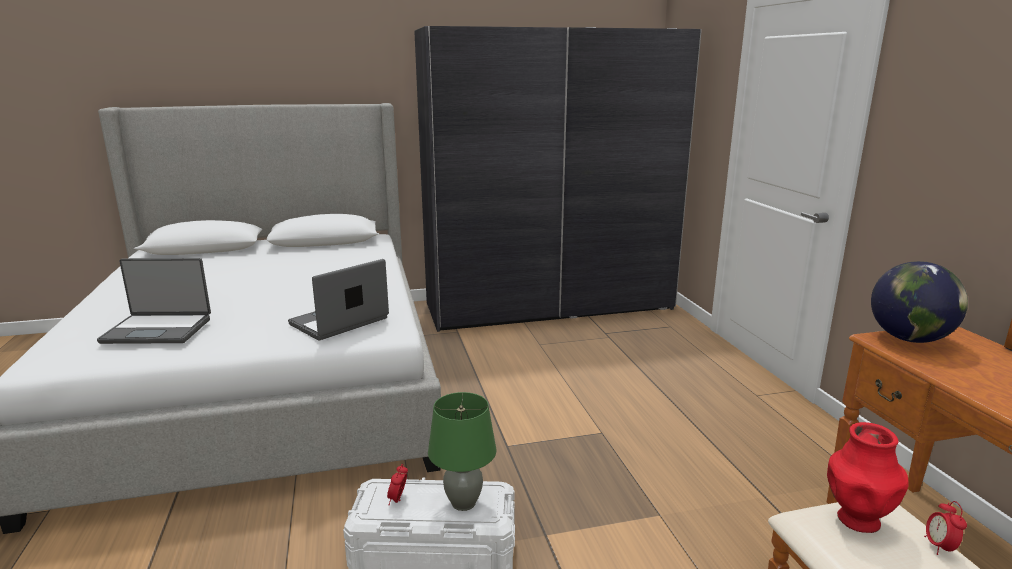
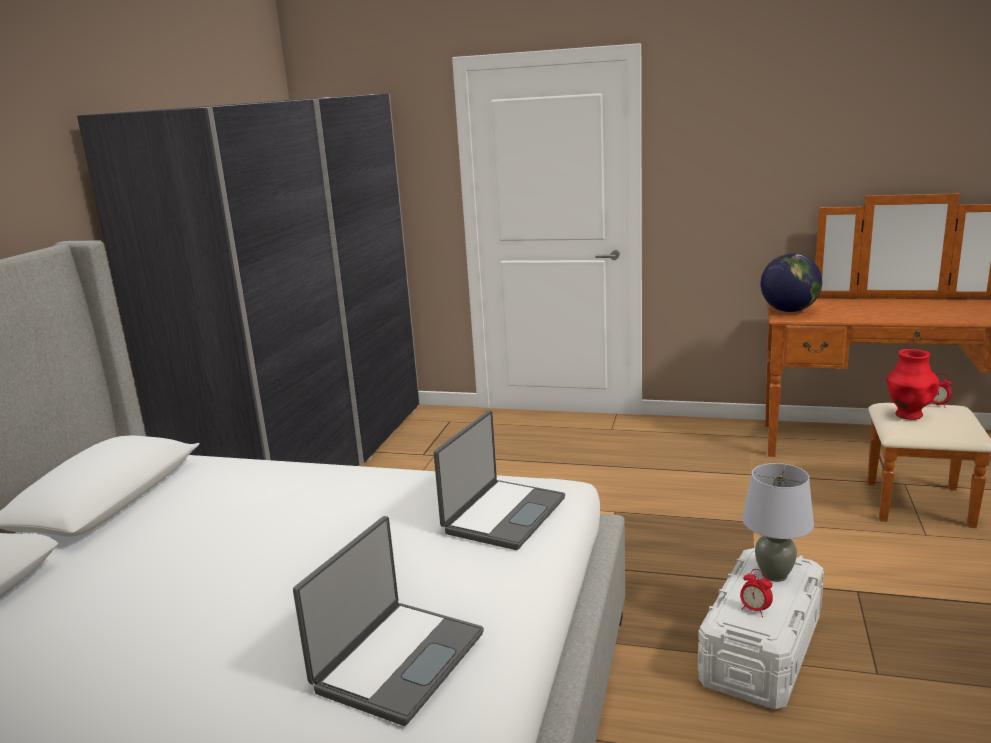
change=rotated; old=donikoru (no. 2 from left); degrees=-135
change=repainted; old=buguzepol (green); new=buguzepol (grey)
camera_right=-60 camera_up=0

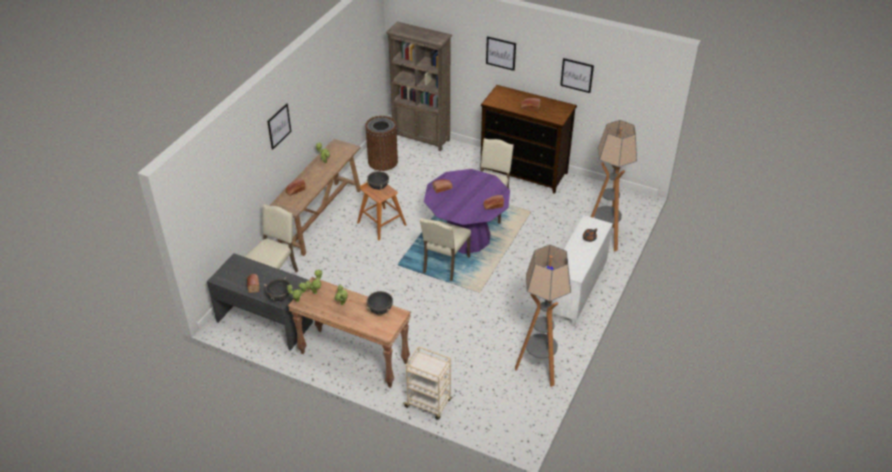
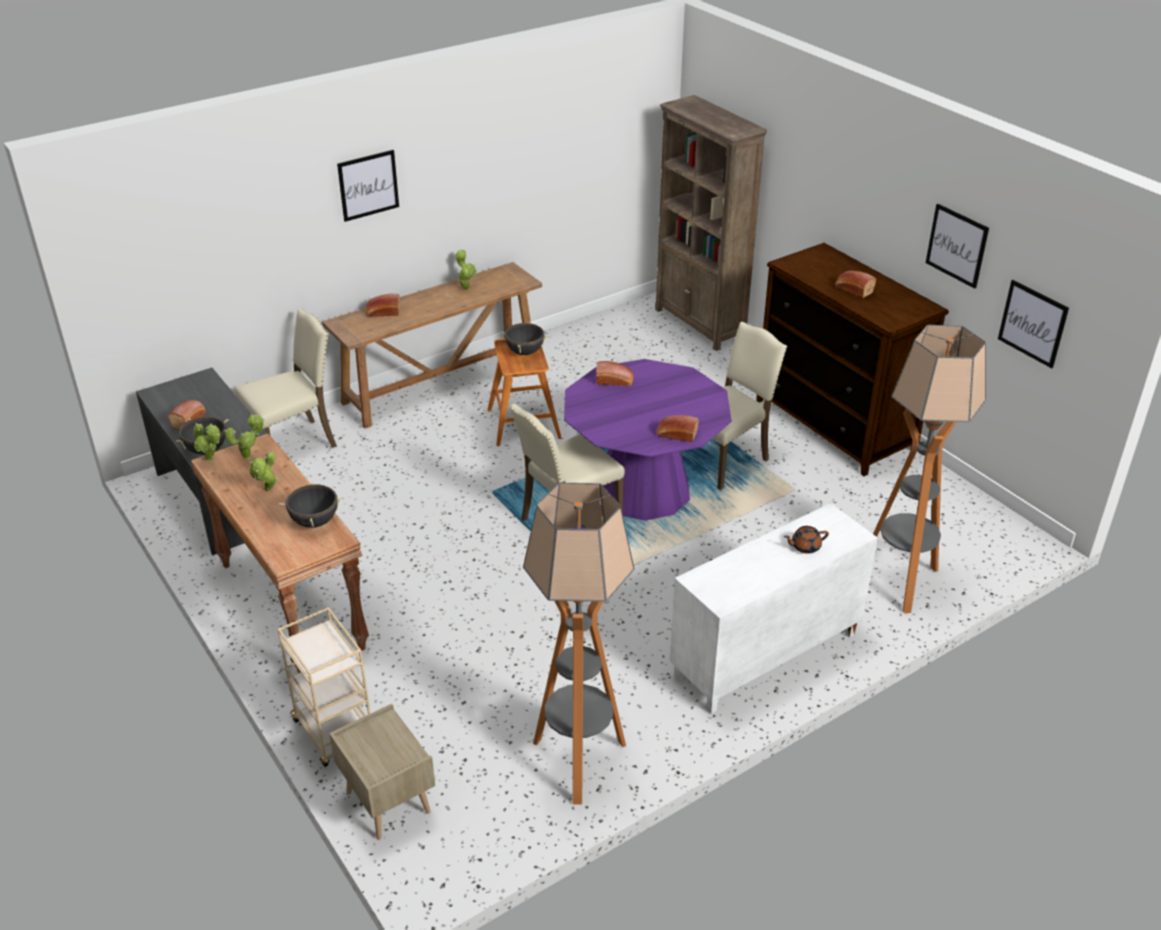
change=gone; old=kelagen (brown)
change=shifted; old=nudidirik (no. 2 from left in the first image); new=nudidirik (no. 3 from left)
change=new; new=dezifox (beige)
camera_right=30 camera_up=-5

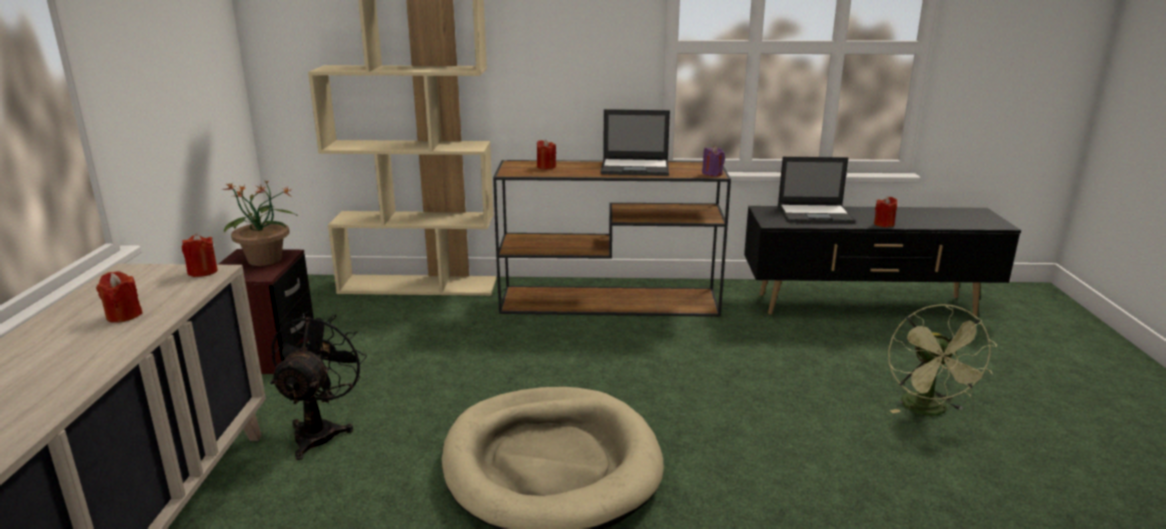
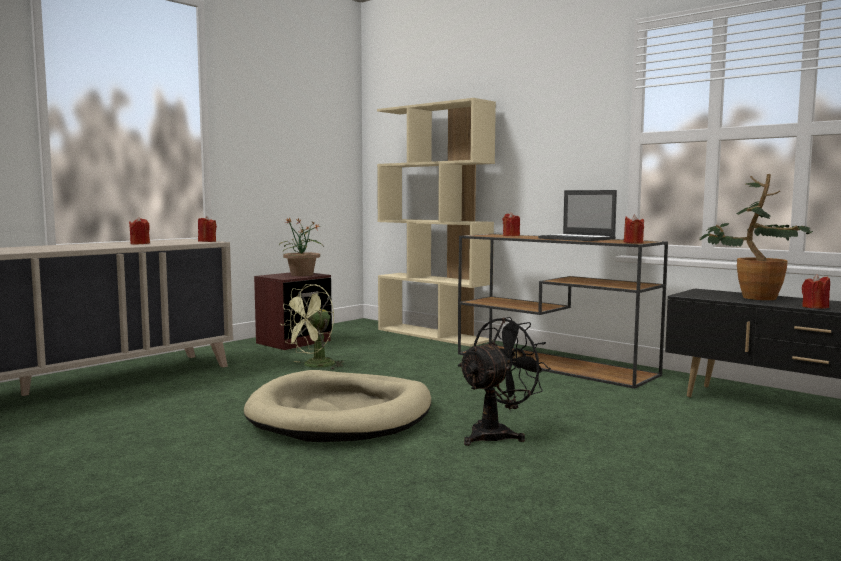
change=shifted; old=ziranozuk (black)
change=repainted; old=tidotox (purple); new=tidotox (red) (no. 4 from left)
change=swapped; old=donikoru (no. 2 from left); new=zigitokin (no. 2 from left)
change=shifted; old=ziranozuk (green)
camera_right=40 camera_up=-15

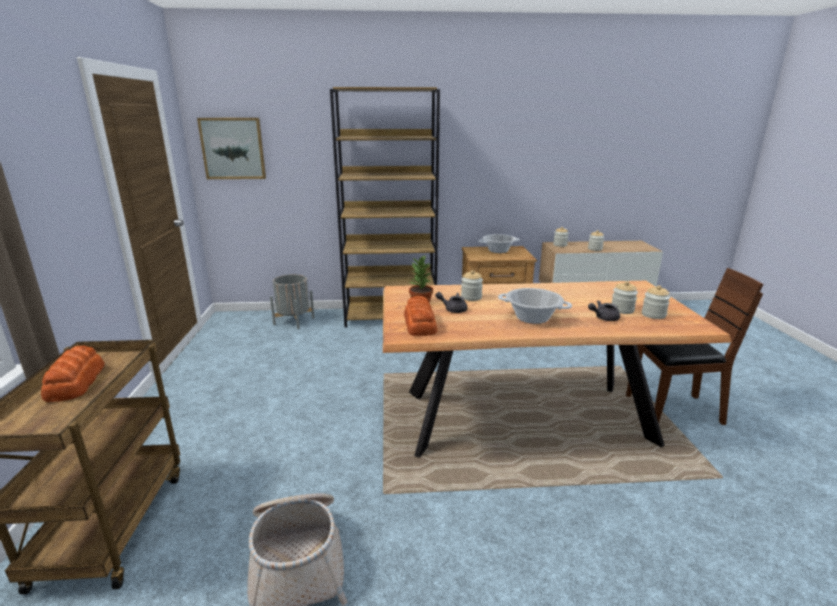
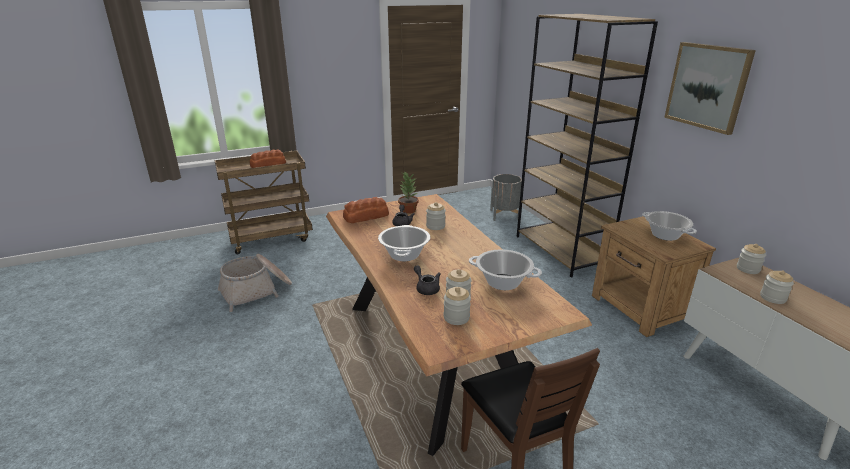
change=shifted; old=nudidirik
change=new; new=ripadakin (no. 2 from left)
camera_right=70 camera_up=5

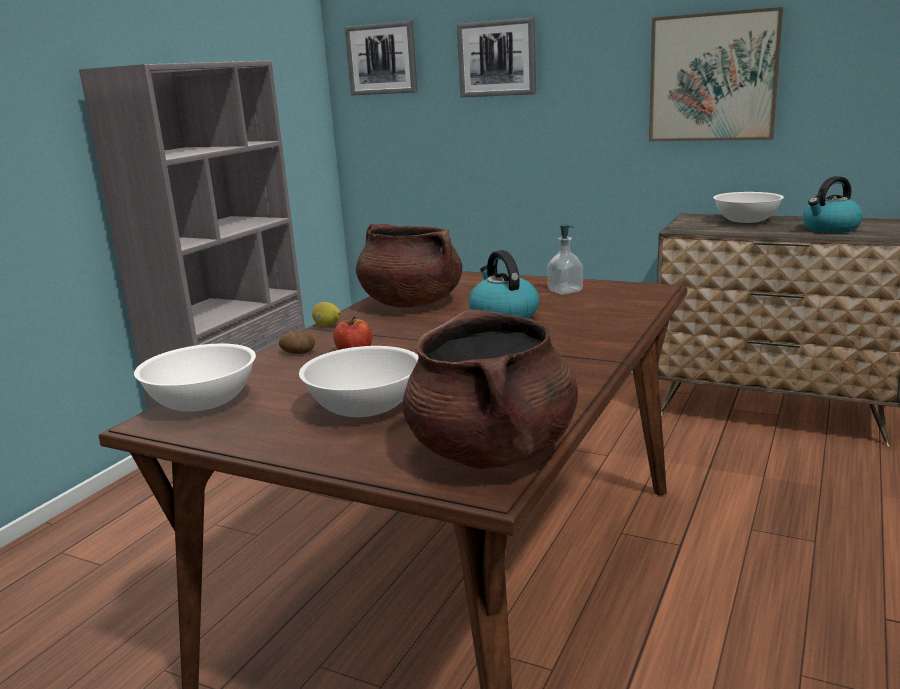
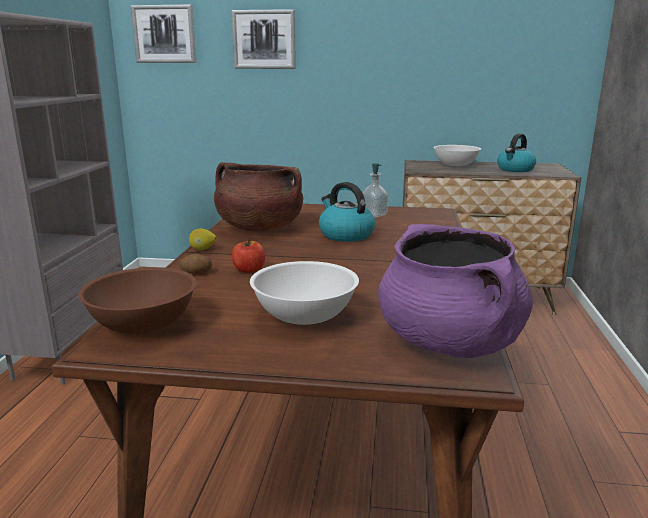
change=repainted; old=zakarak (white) (no. 1 from left); new=zakarak (brown)
change=repainted; old=ripadakin (brown) (no. 2 from left); new=ripadakin (purple)
change=gone; old=nudidirik (no. 3 from left)
camera_right=-20 camera_up=0

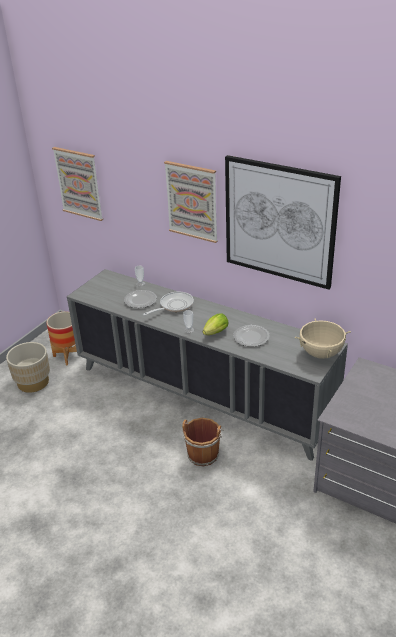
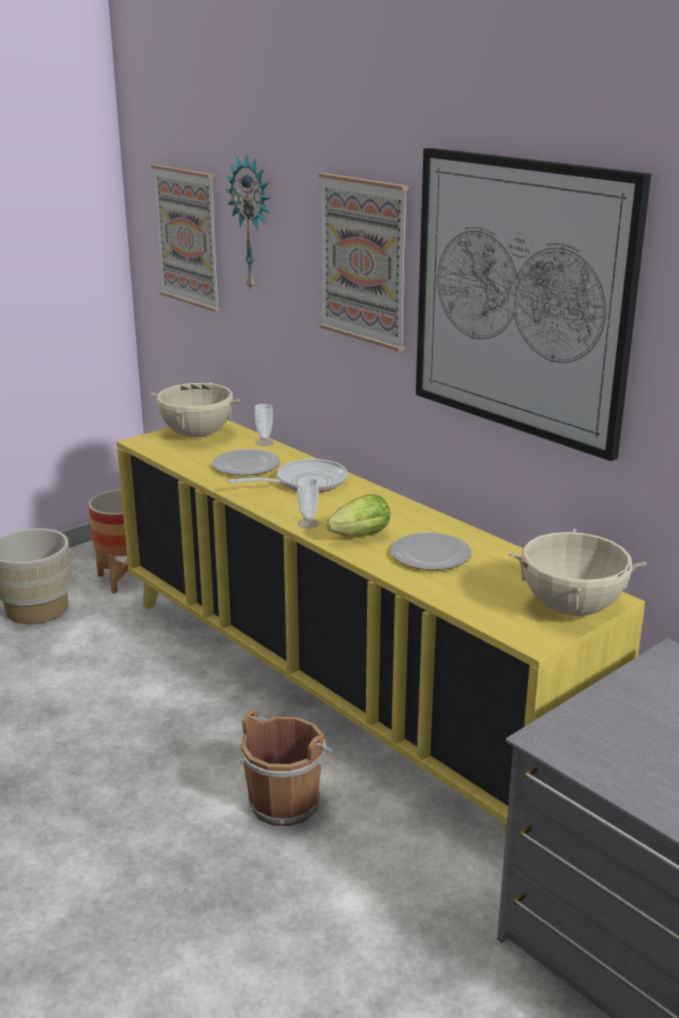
change=repainted; old=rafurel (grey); new=rafurel (yellow)
change=new; new=ripadakin (beige) (no. 1 from left)
change=new; new=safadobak
camera_right=15 camera_up=-10

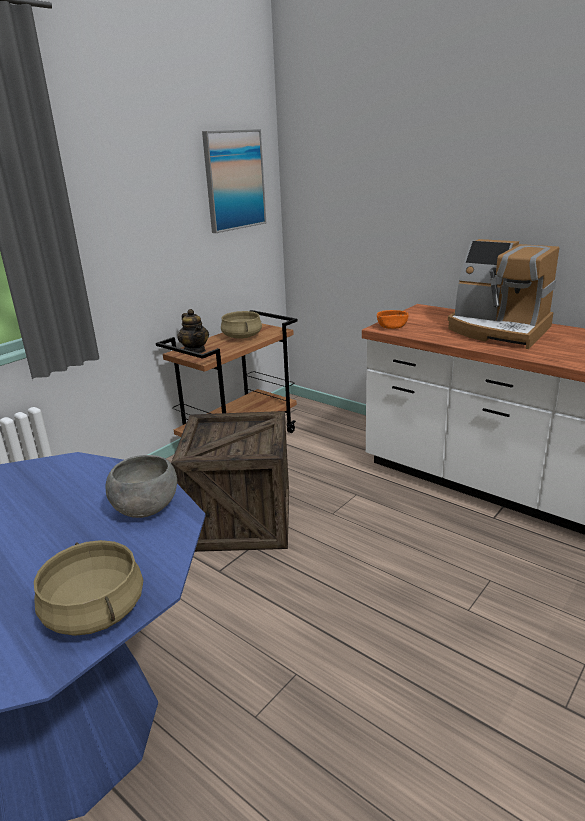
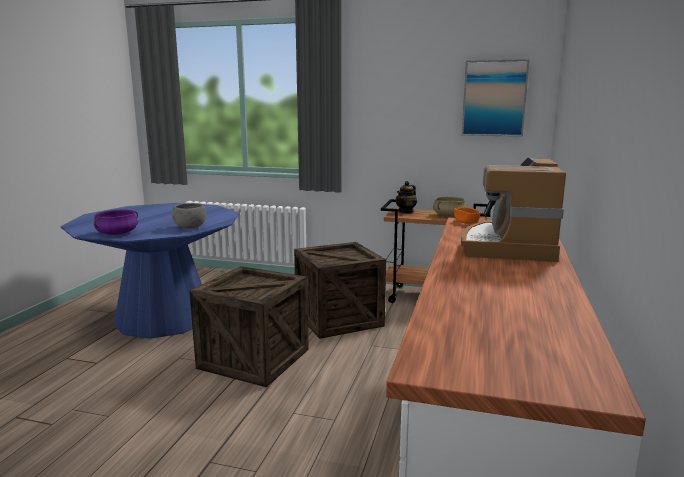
change=repainted; old=ripadakin (beige) (no. 1 from left); new=ripadakin (purple)
change=new; new=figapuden (no. 1 from left)
camera_right=65 camera_up=-10

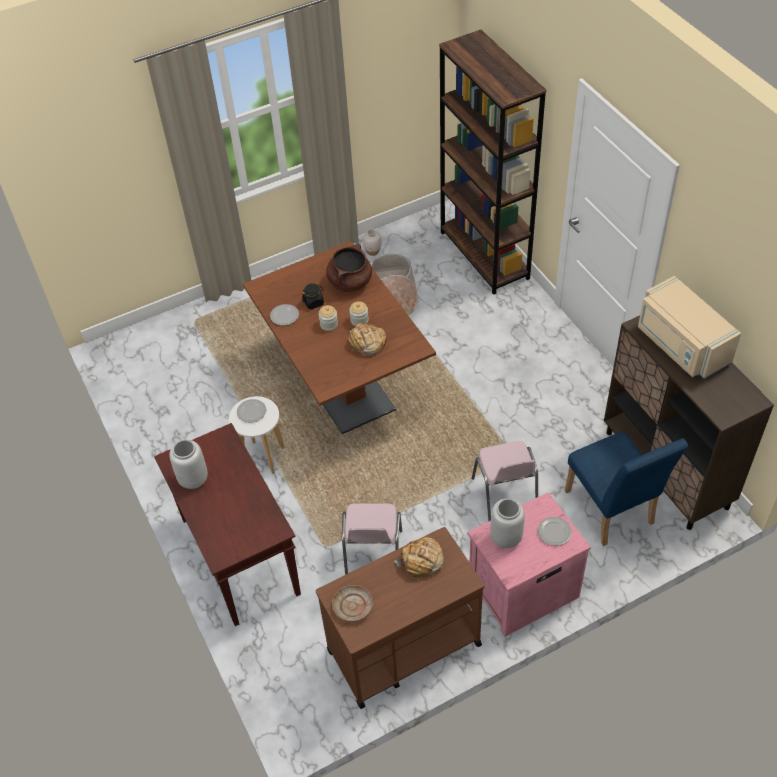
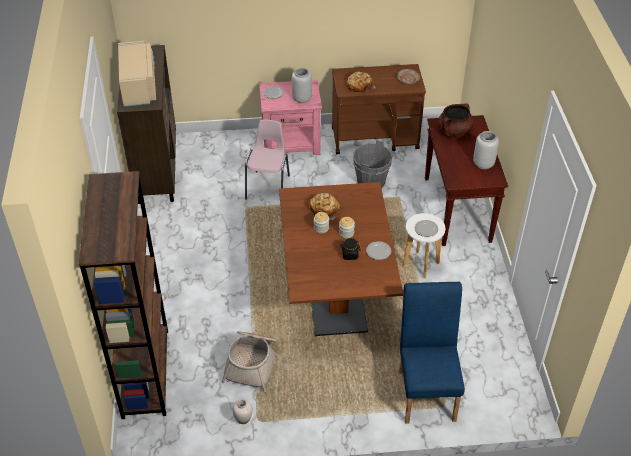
change=shifted; old=ripadakin (brown)
change=swapped; old=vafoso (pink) (no. 1 from left); new=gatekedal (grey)
change=shifted; old=vafoso (blue)
camera_right=-160 camera_up=-5

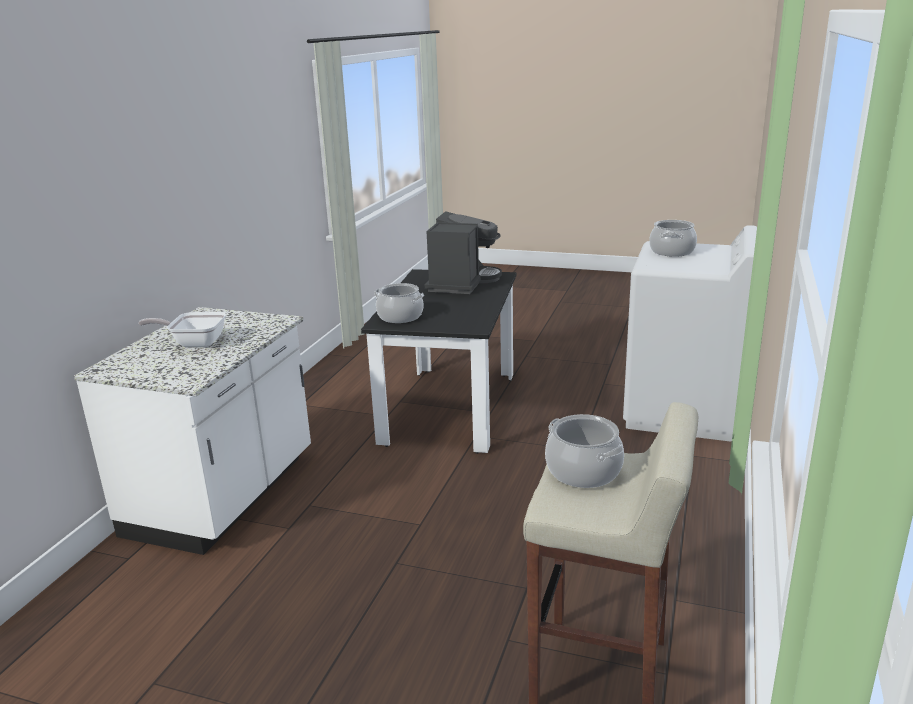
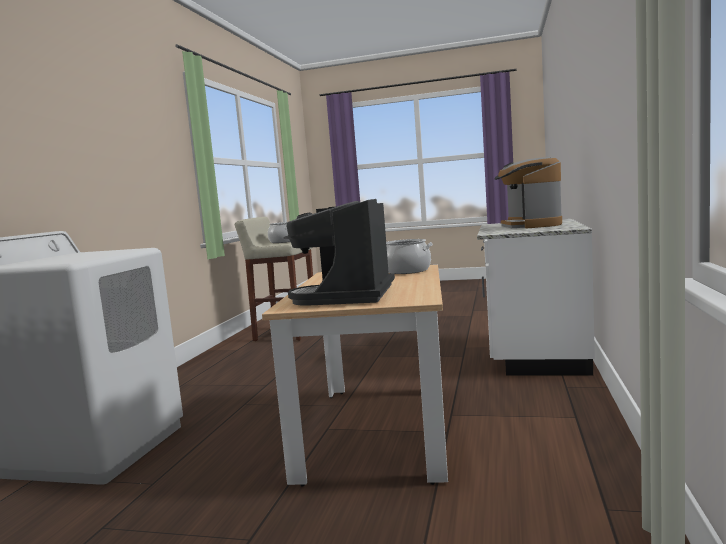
change=swapped; old=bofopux; new=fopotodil (no. 2 from left)
change=repainted; old=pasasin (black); new=pasasin (beige)
change=gone; old=ripadakin (no. 3 from left)
camera_right=175 camera_up=-15

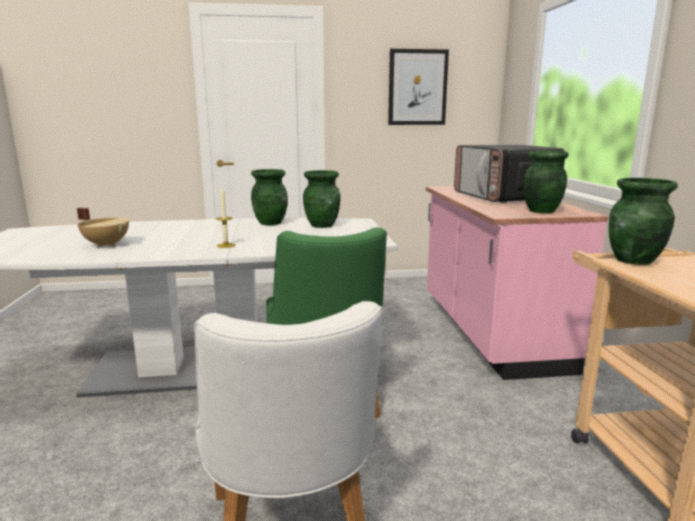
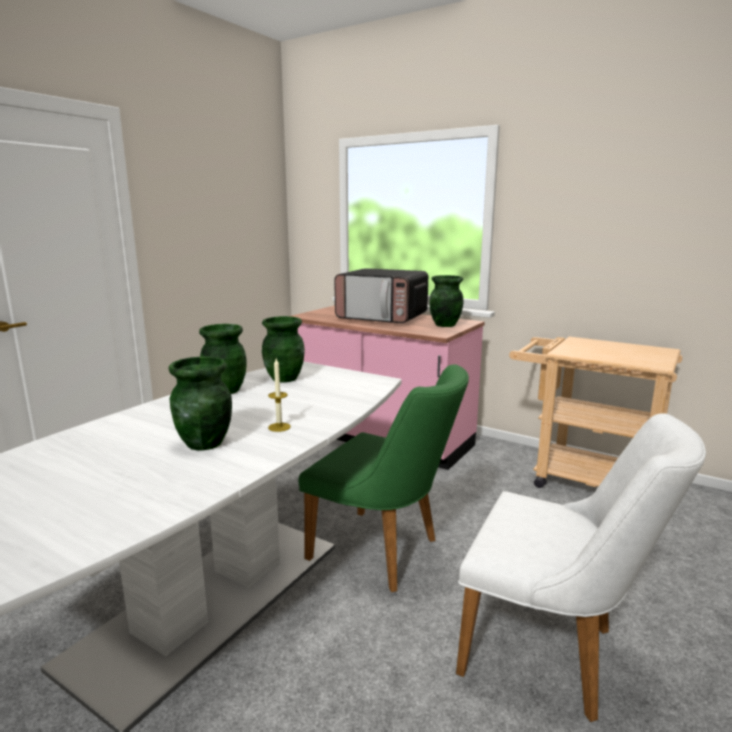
change=gone; old=ripadakin (beige)
change=gone; old=nudidirik
change=shifted; old=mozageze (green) (no. 4 from left in the first image); new=mozageze (green) (no. 1 from left)
camera_right=-50 camera_up=0

